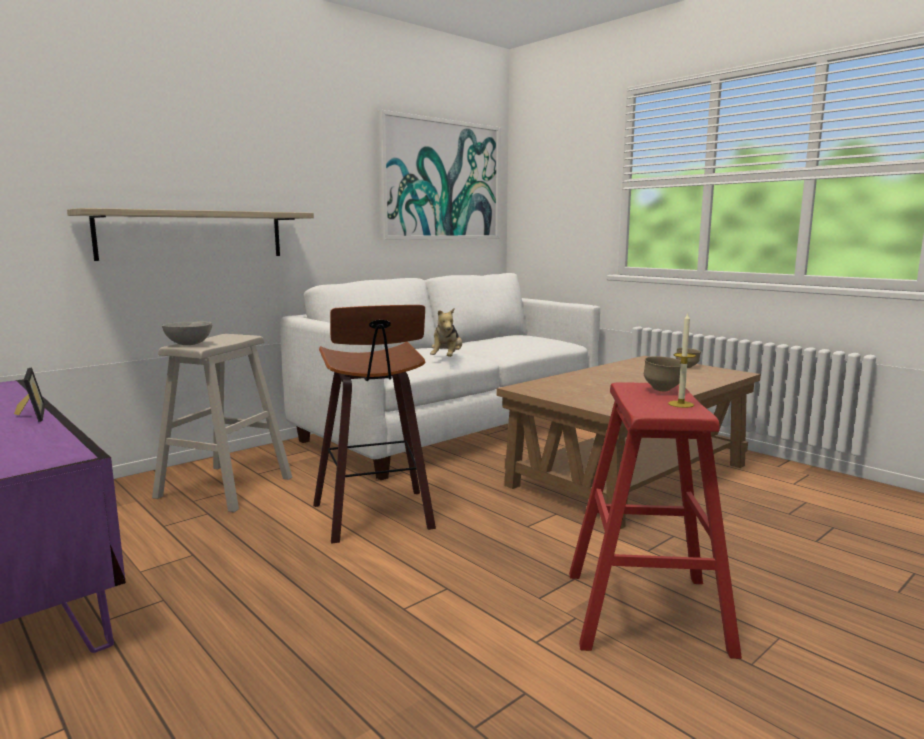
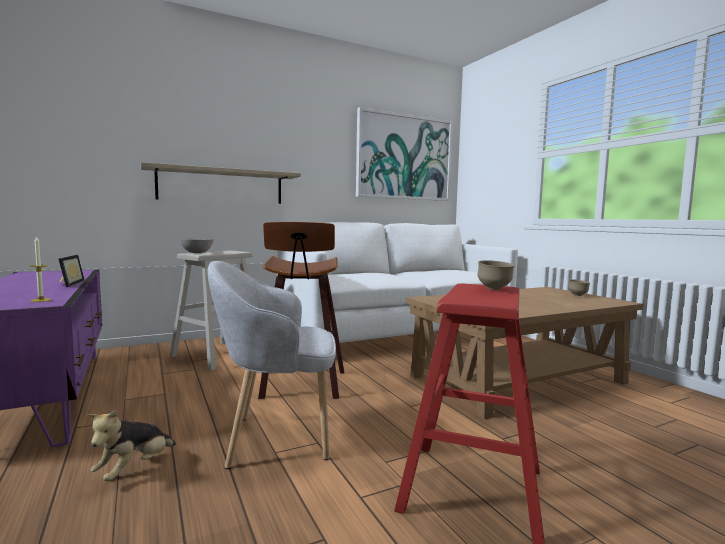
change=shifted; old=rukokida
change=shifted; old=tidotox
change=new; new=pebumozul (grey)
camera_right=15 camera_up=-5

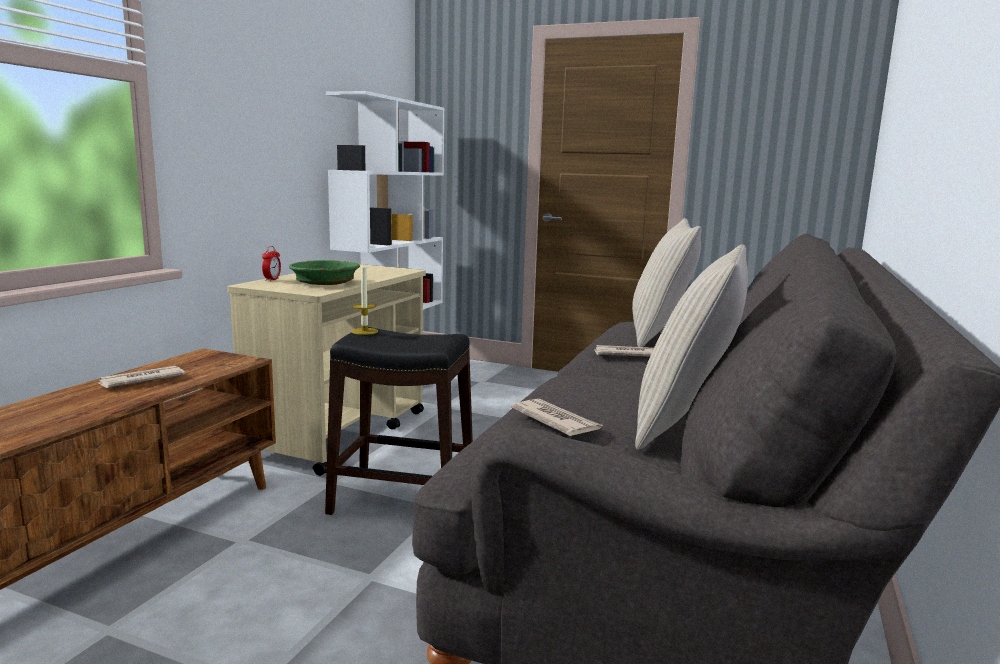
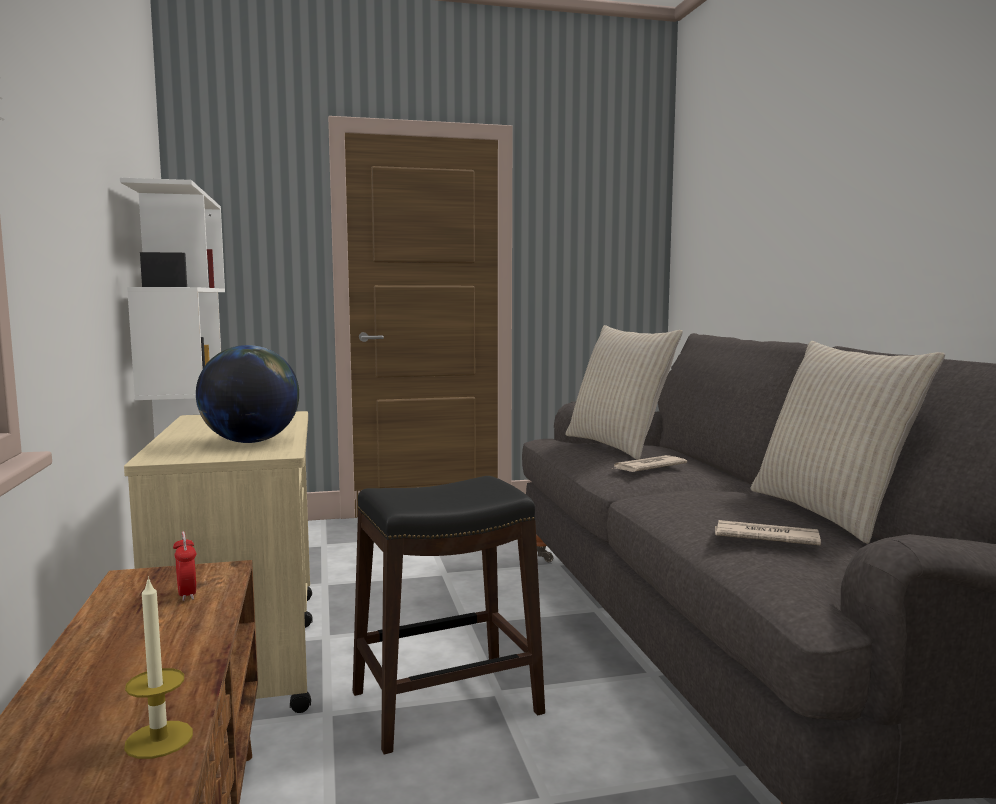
change=gone; old=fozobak (no. 1 from left)
change=shifted; old=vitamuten
change=swapped; old=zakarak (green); new=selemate
change=shifted; old=tidotox
camera_right=-35 camera_up=-5

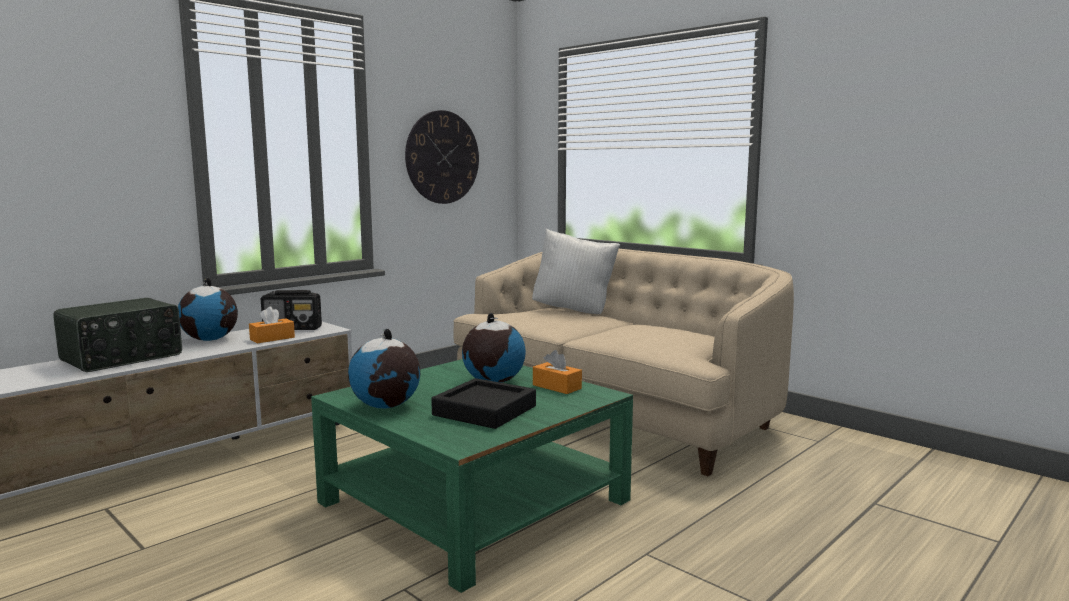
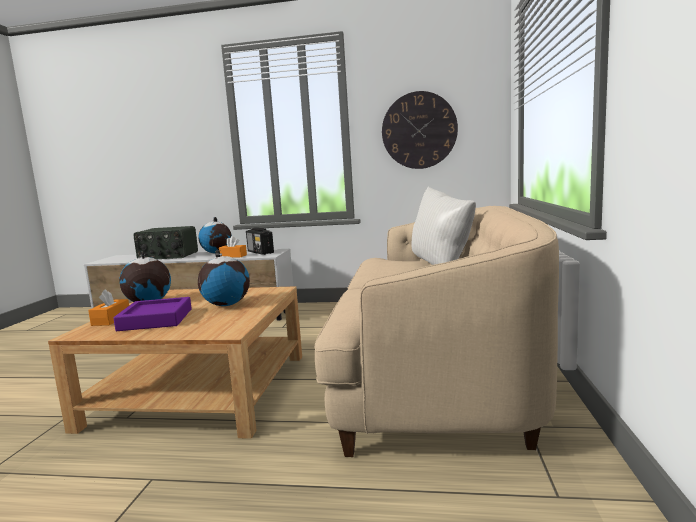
change=repainted; old=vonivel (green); new=vonivel (beige)
change=repainted; old=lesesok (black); new=lesesok (purple)
change=shifted; old=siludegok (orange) (no. 2 from left in the first image); new=siludegok (orange) (no. 1 from left)
camera_right=55 camera_up=0

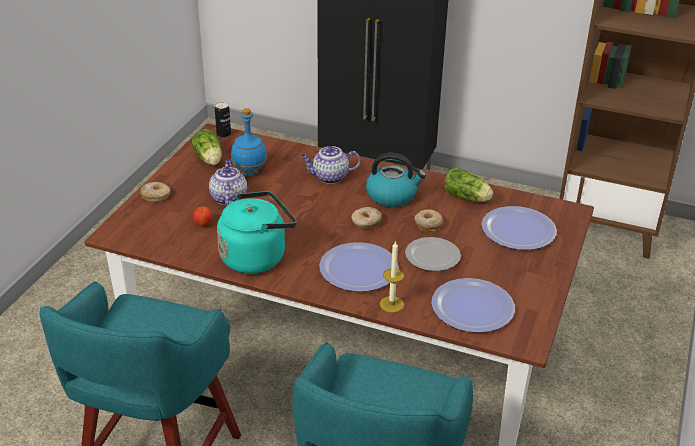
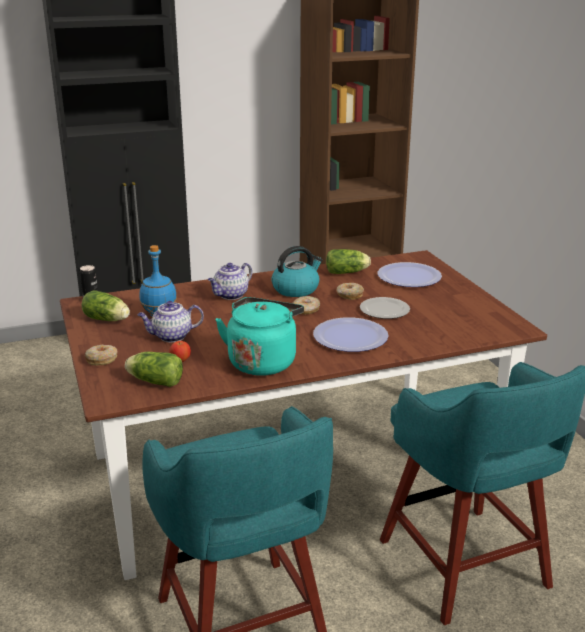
change=rotated; old=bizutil (no. 1 from left); degrees=-60
change=gone; old=tidotox
change=gone; old=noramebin (no. 3 from left)
change=new; new=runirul (no. 2 from left)
camera_right=-40 camera_up=-10

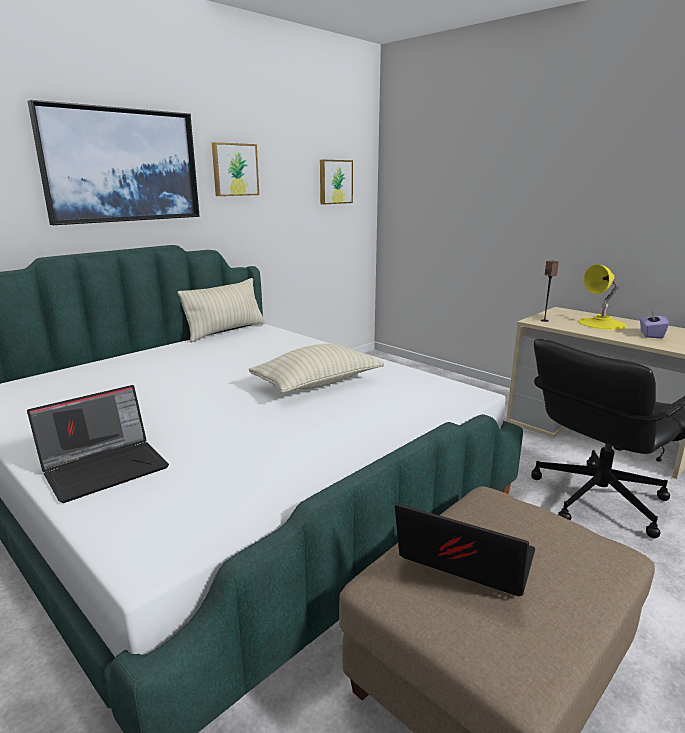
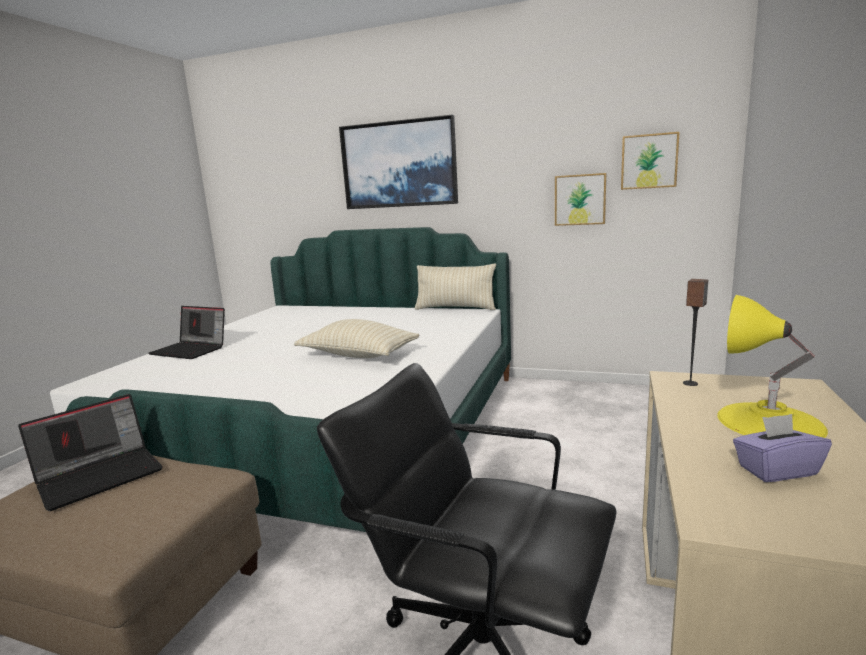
change=shifted; old=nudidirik (no. 2 from left)
change=rotated; old=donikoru (no. 2 from left in the first image); degrees=45
camera_right=65 camera_up=-5

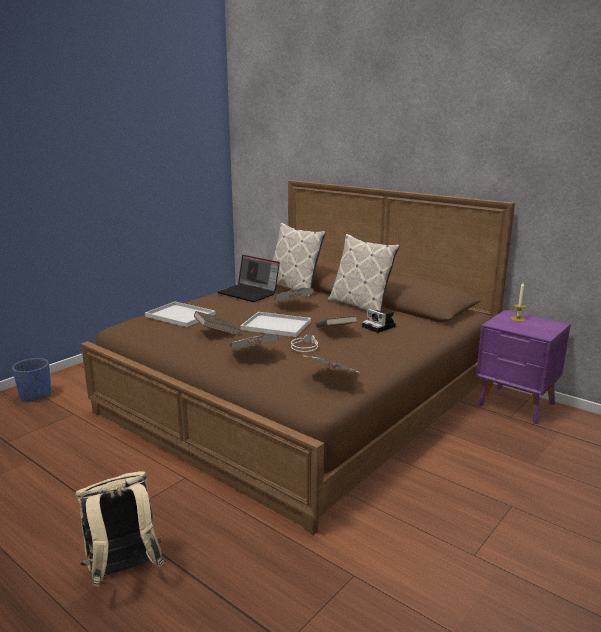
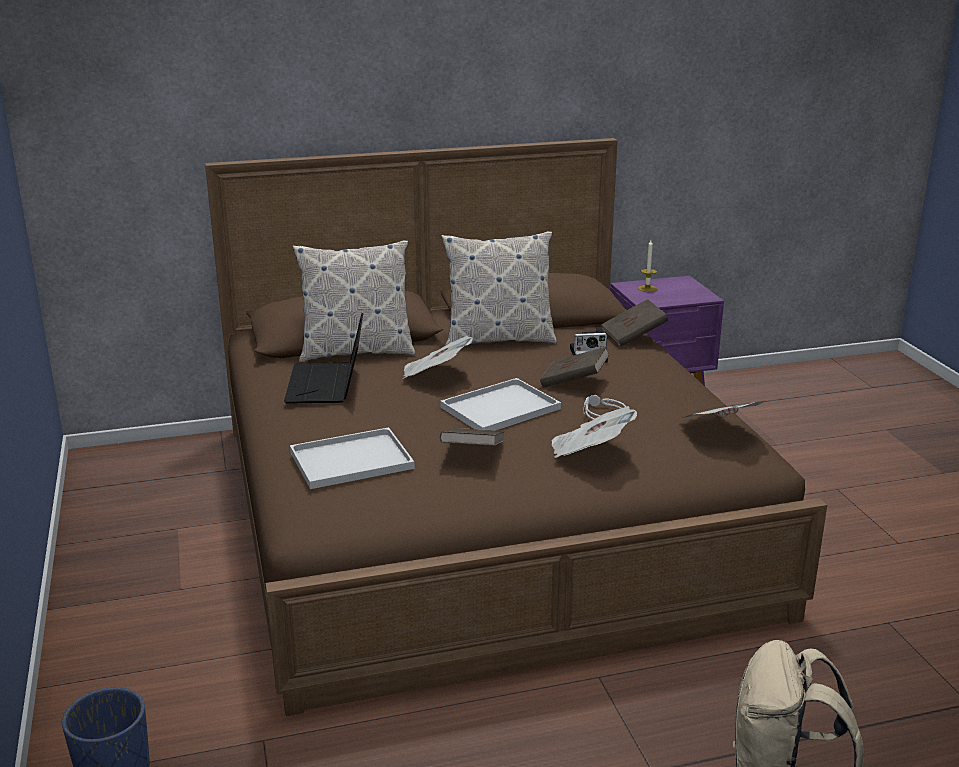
change=rotated; old=donikoru; degrees=105
change=new; new=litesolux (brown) (no. 3 from left)
camera_right=-55 camera_up=5

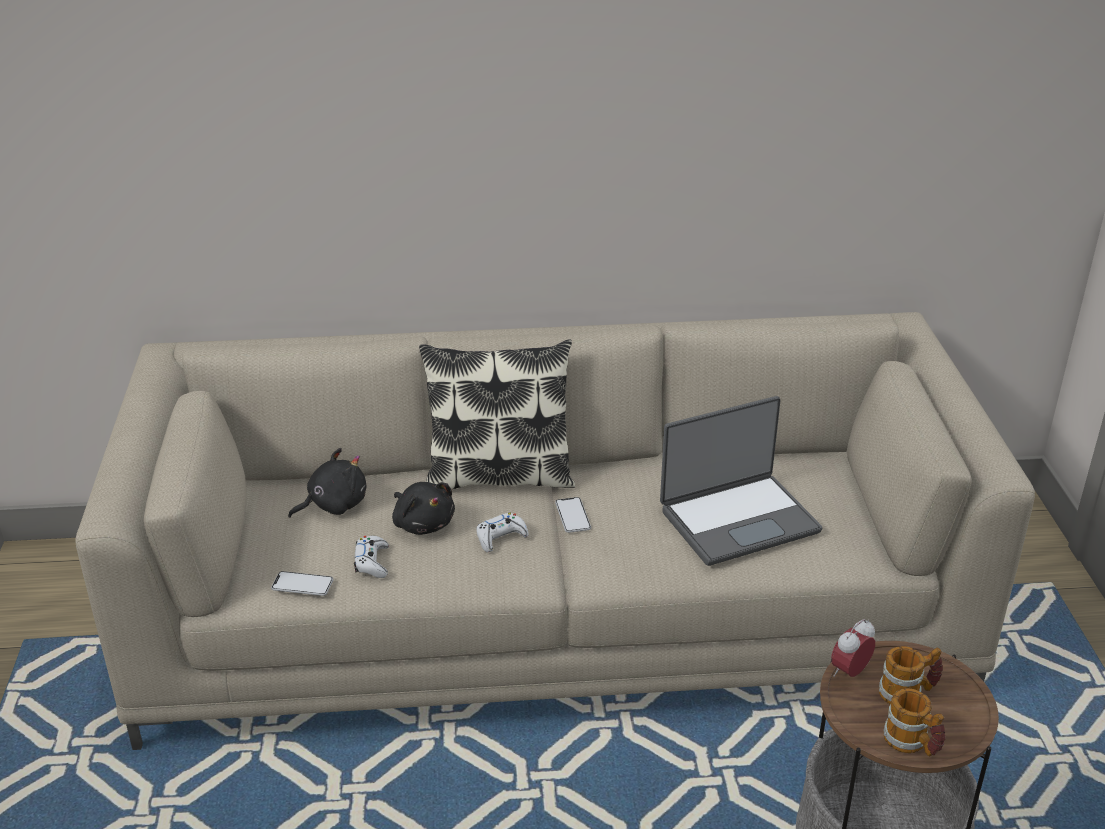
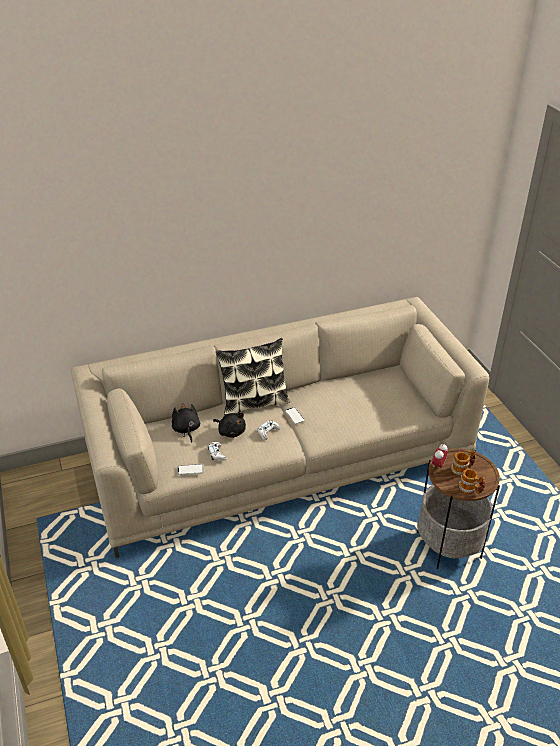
change=rotated; old=rukokida (black) (no. 1 from left); degrees=-60
change=gone; old=donikoru
camera_right=-15 camera_up=5

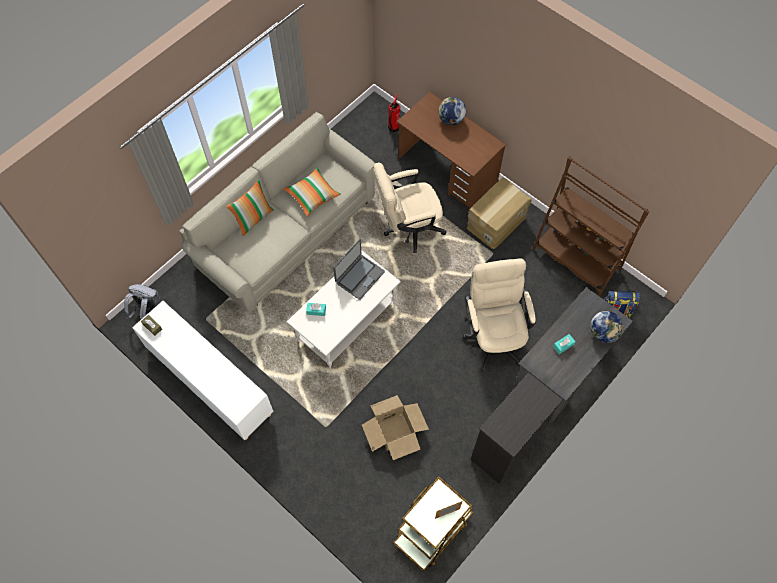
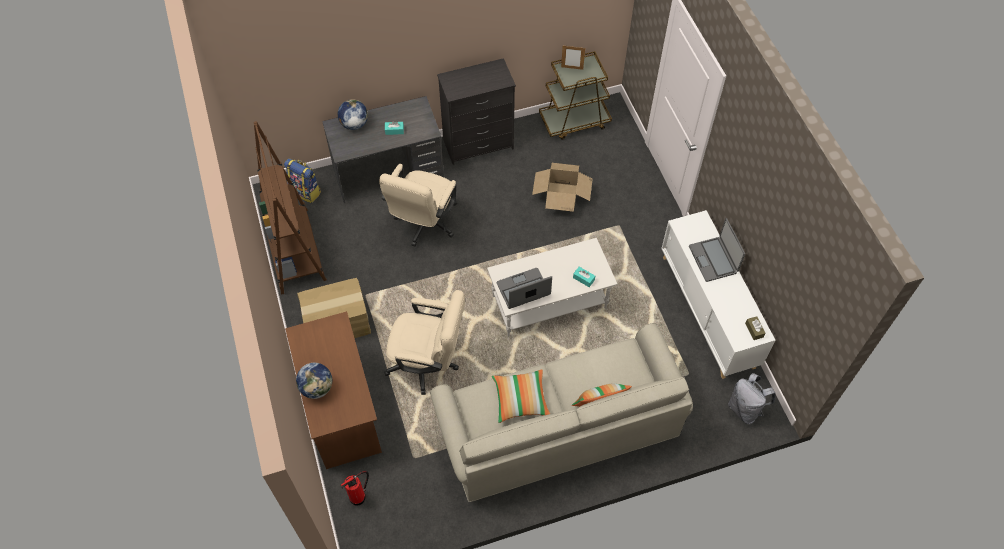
change=new; new=donikoru (no. 2 from left)
camera_right=-150 camera_up=-5

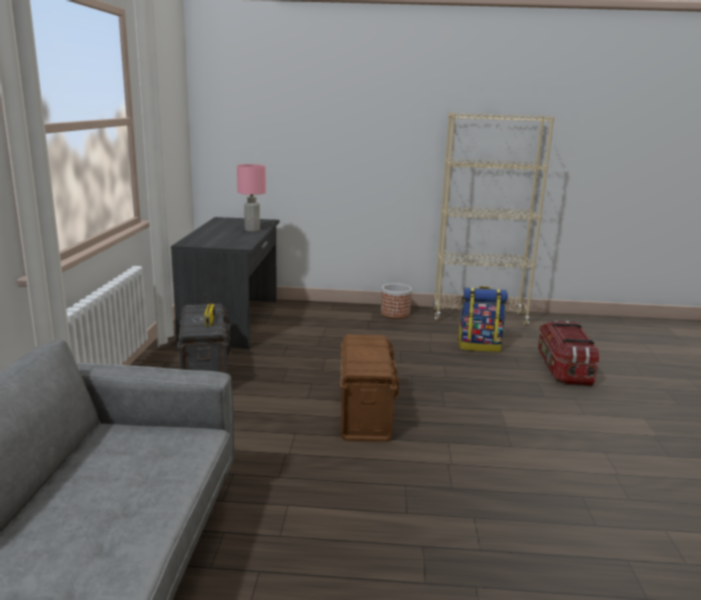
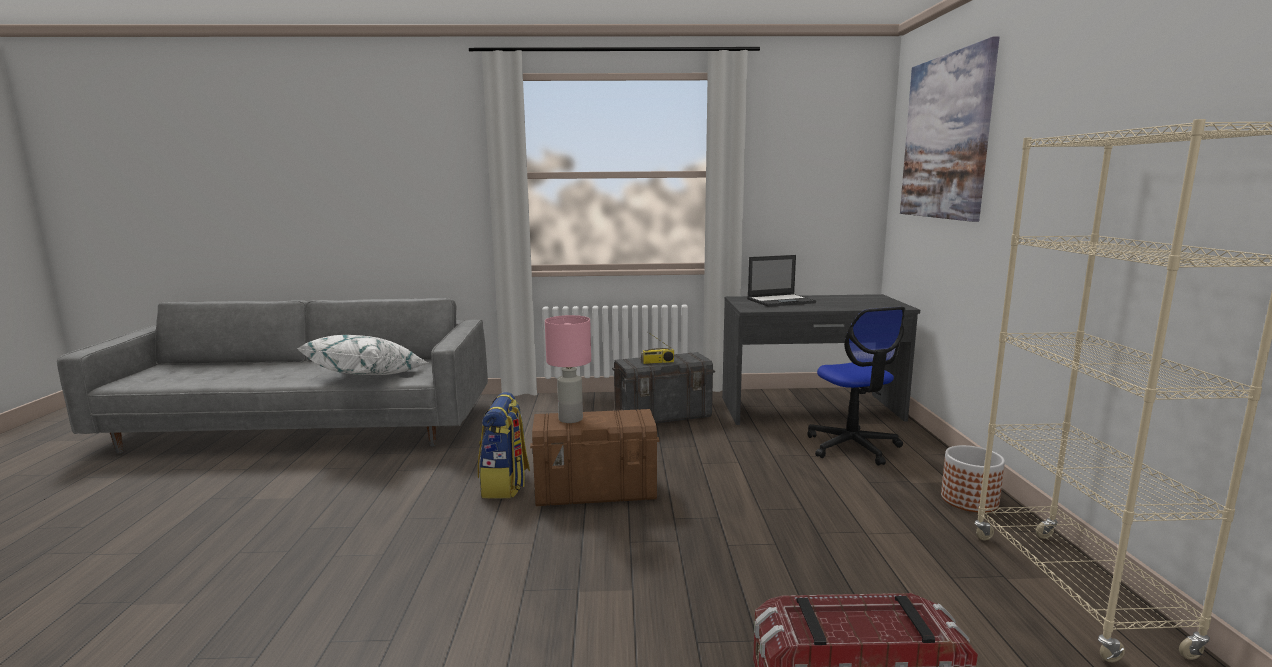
change=shifted; old=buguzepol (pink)
change=shifted; old=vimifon
change=new; new=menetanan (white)
change=new; new=donikoru
change=new; new=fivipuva
change=new; new=nudidirik
camera_right=85 camera_up=-5

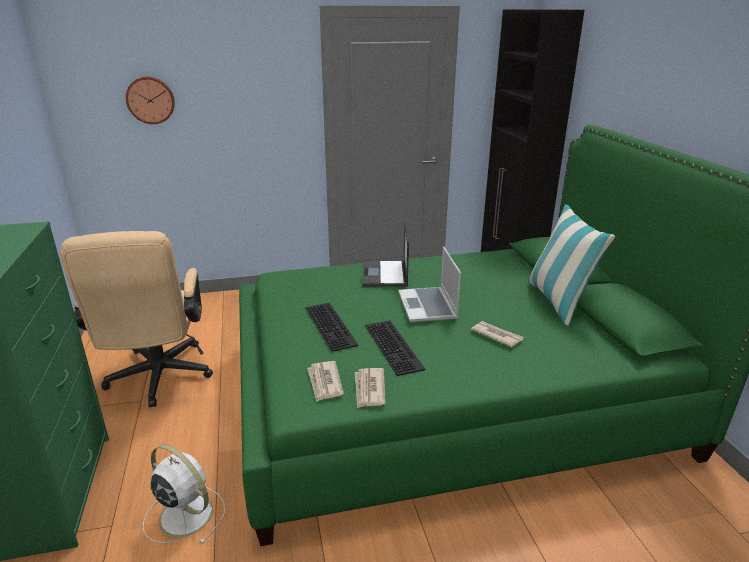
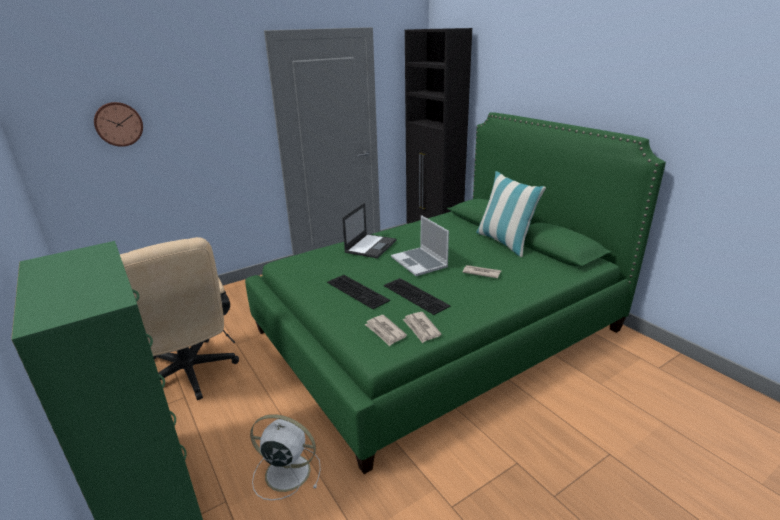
change=rotated; old=donikoru (no. 1 from left); degrees=-135
camera_right=-20 camera_up=0

